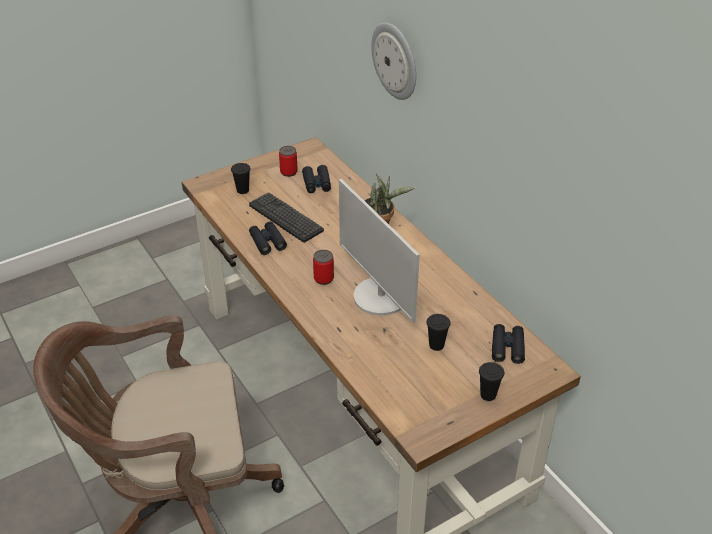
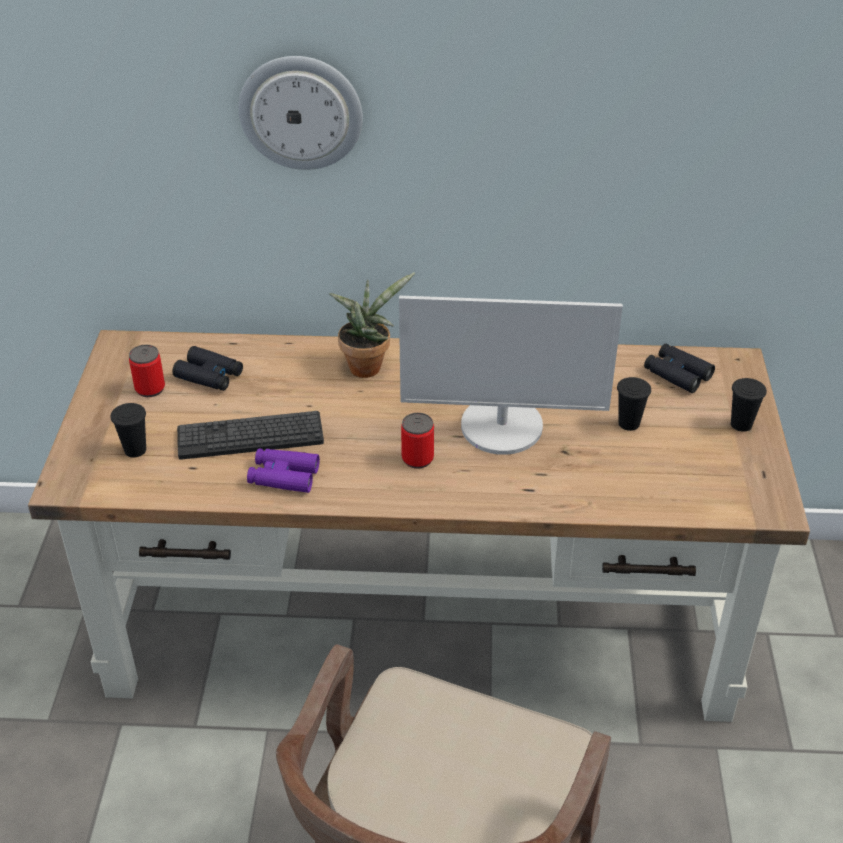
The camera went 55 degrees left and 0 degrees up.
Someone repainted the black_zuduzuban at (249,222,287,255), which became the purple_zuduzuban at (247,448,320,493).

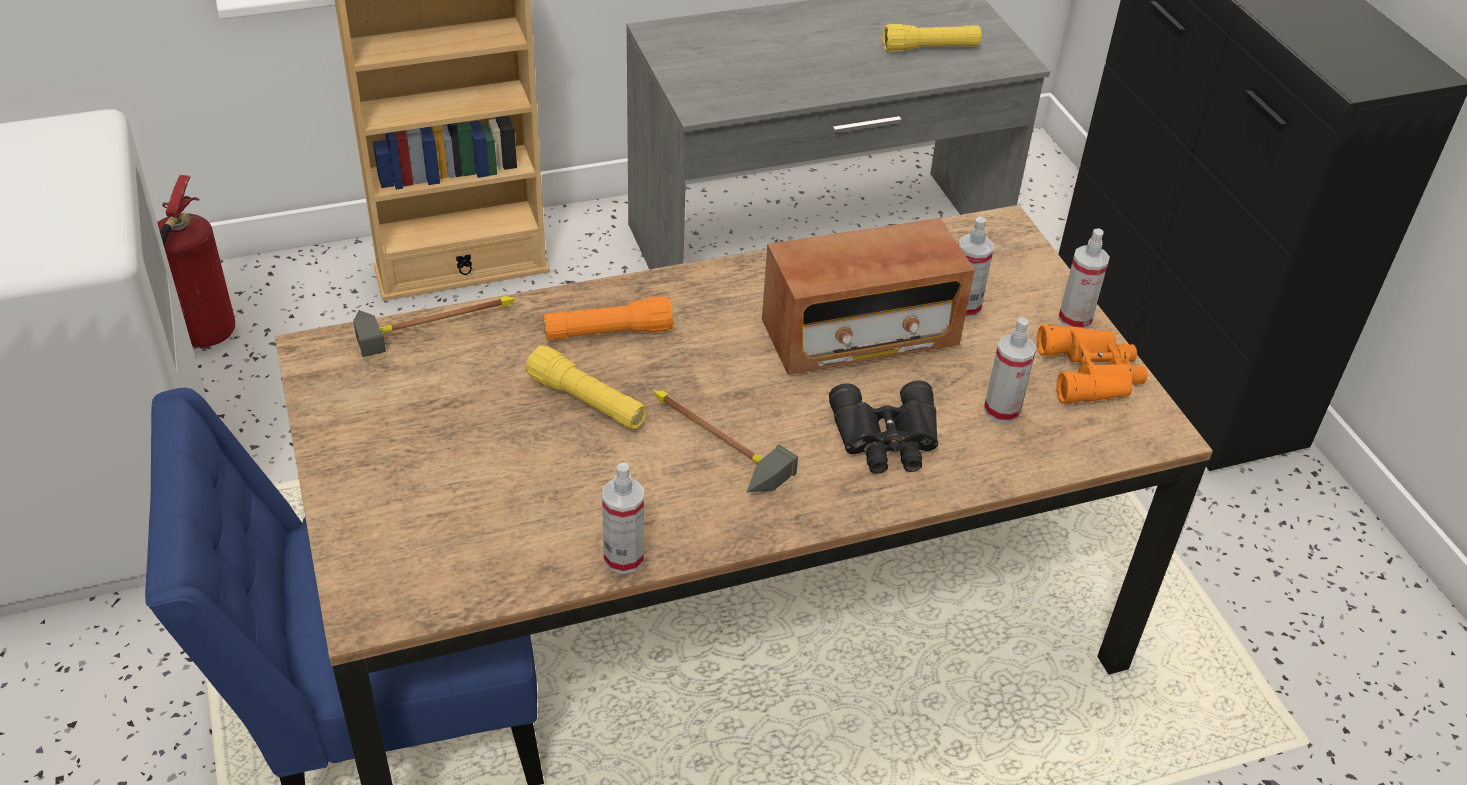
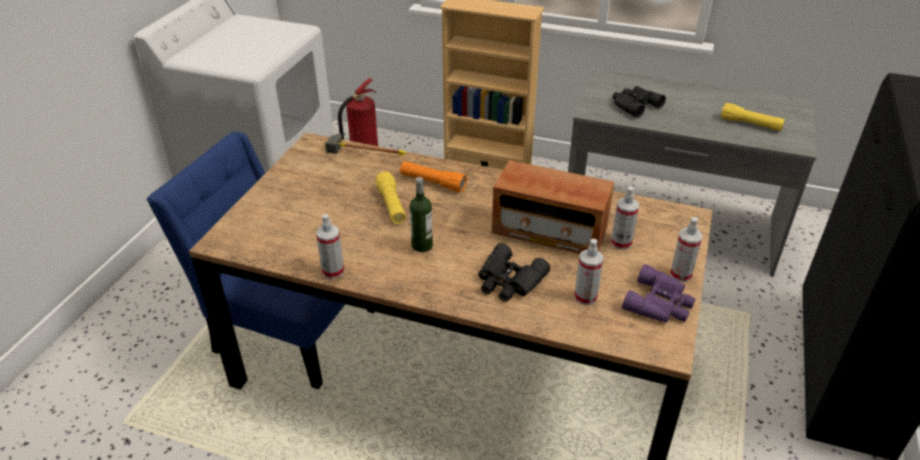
The camera went 40 degrees right and 5 degrees down.
Someone swapped the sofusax at (653,390,798,493) for the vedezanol at (410,177,433,252).
Someone put down the black_zuduzuban at (612,86,666,118).
Someone repainted the orange_zuduzuban at (1037,325,1148,403), which became the purple_zuduzuban at (622,264,696,323).

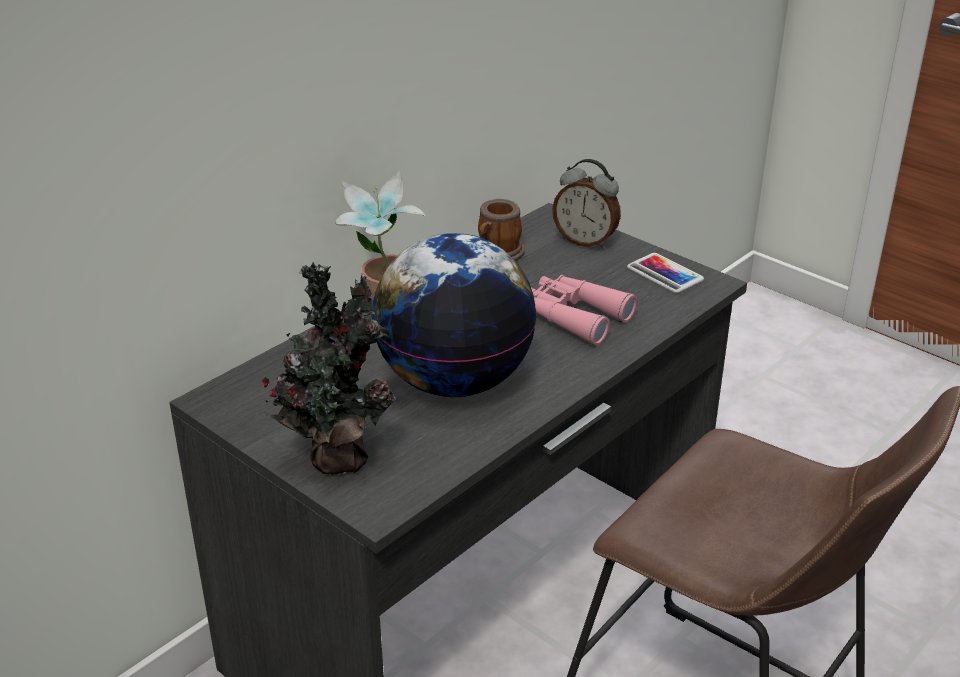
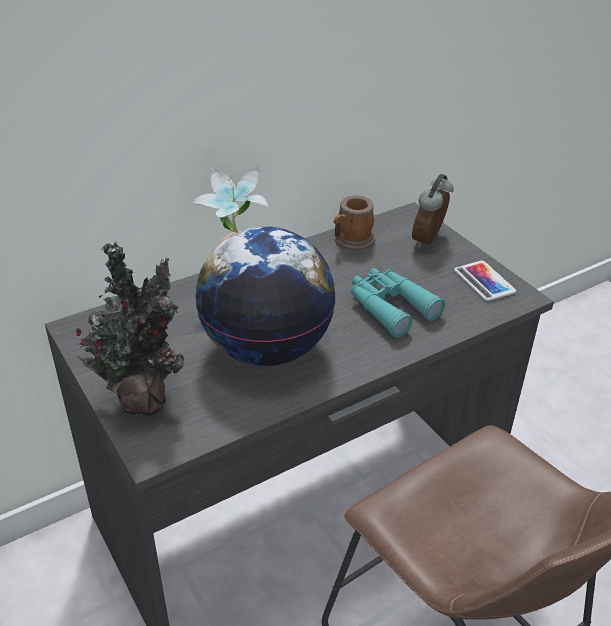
The camera went 15 degrees right and 5 degrees up.
Someone repainted the pink_zuduzuban at (531,275,638,346), which became the turquoise_zuduzuban at (351,268,445,338).
Someone rotated the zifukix at (552,159,621,249) by 75 degrees clockwise.

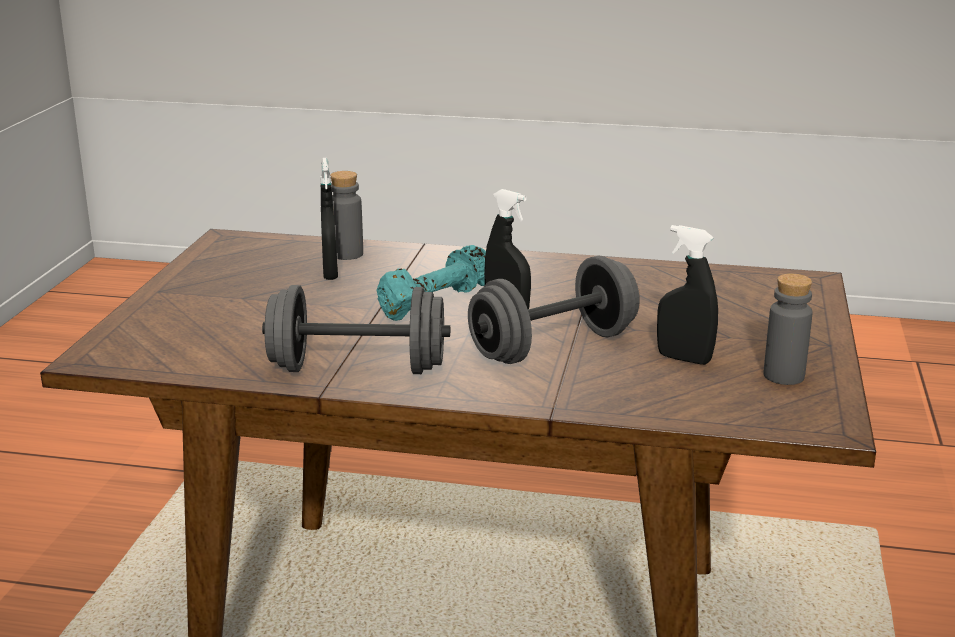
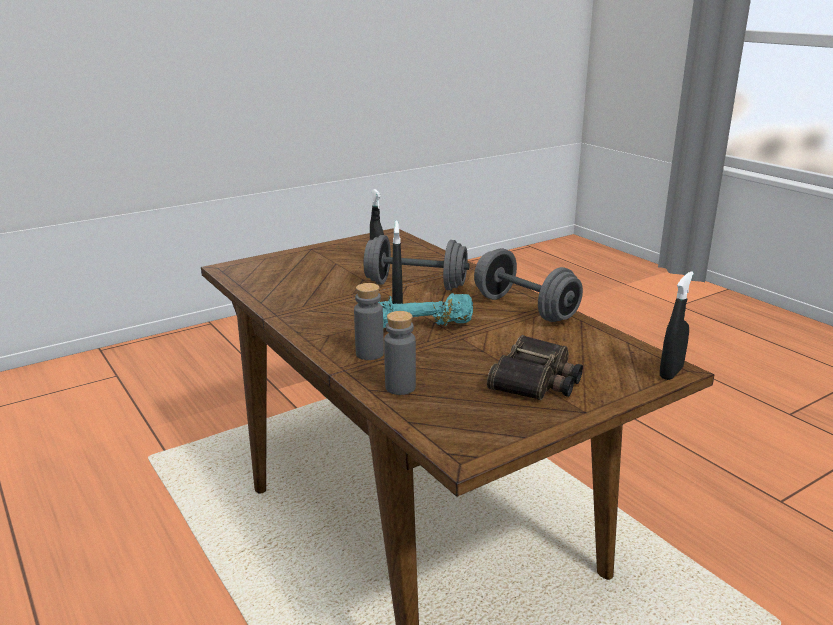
The camera went 135 degrees left and 0 degrees up.
Someone carried the grey_vedezanol from (764,273,813,385) to (354,283,384,360).
Someone put down the zuduzuban at (487,335,583,400).
Someone carried the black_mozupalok from (320,158,338,280) to (660,271,694,380).

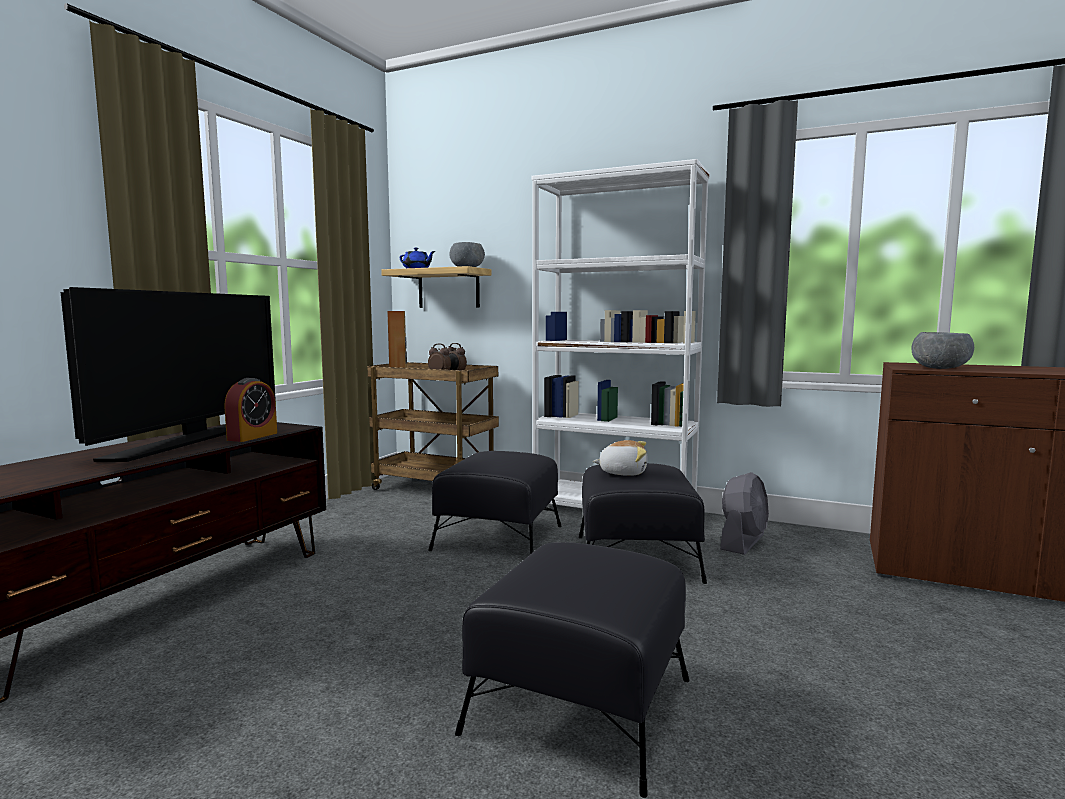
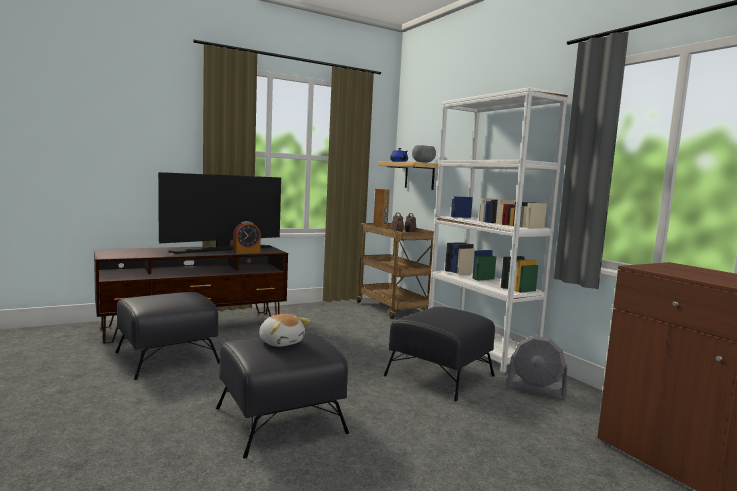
The camera went 35 degrees right and 0 degrees up.
Someone carried the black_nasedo from (428,451,562,554) to (115,292,220,380).
Someone carried the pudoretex from (593,440,648,476) to (259,314,310,347).
Someone rotated the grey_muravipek at (720,472,769,555) by 45 degrees clockwise.
Someone took away the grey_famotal at (911,332,974,369).

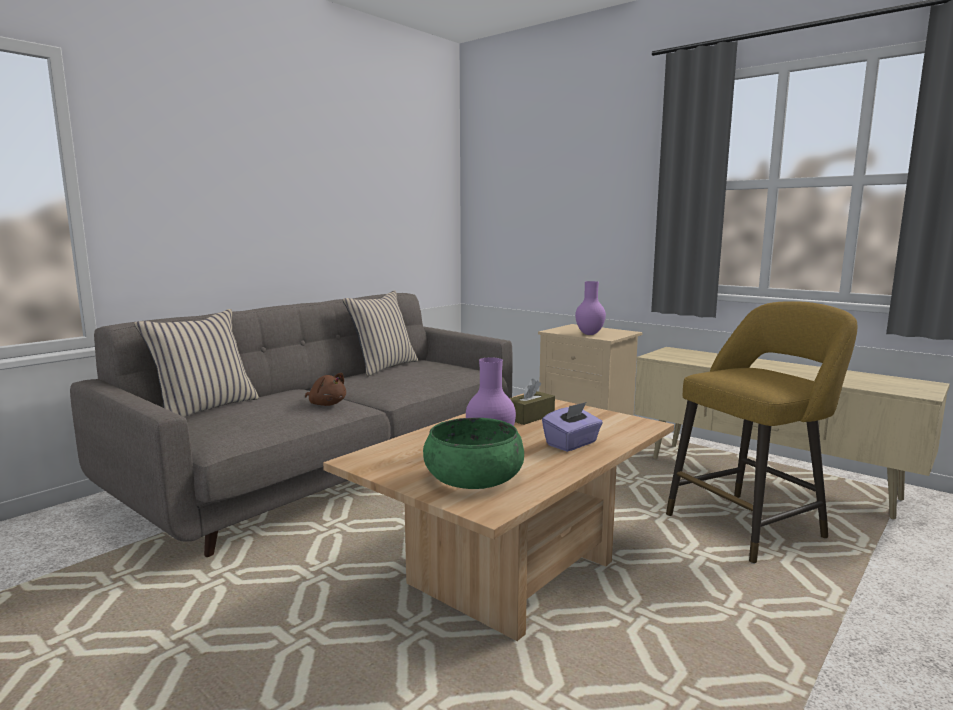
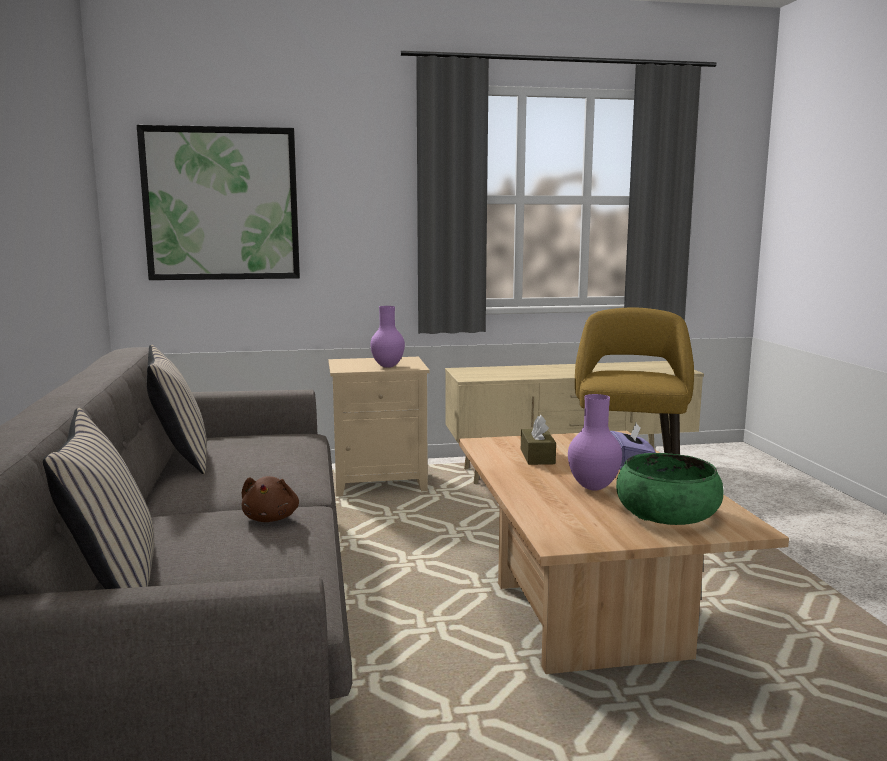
The camera went 50 degrees left and 0 degrees up.
Someone put up the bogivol at (137,125,300,280).
Someone rotated the brown_pudoretex at (305,373,346,406) by 105 degrees clockwise.

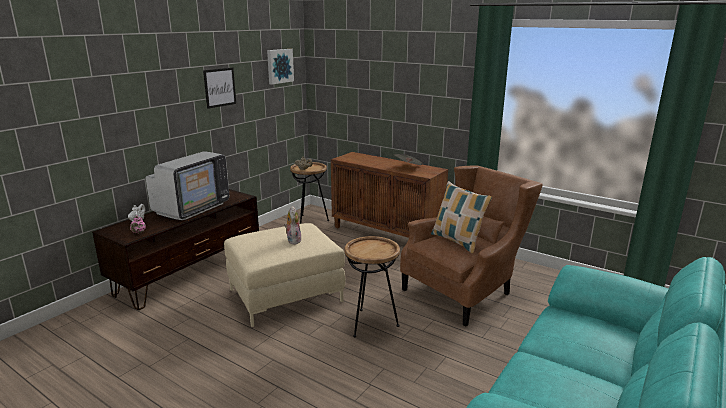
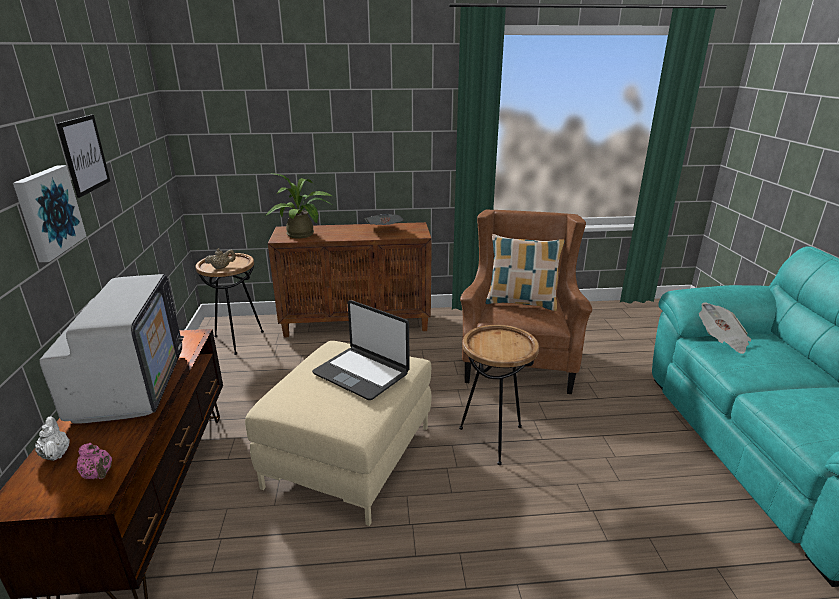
The camera went 40 degrees left and 5 degrees up.
Someone carried the bogivol from (267,49,294,84) to (13,165,86,262).
Someone put down the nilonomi at (265,173,334,238).
Someone swapped the pudoretex at (284,206,301,244) for the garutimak at (312,300,410,400).
Someone put down the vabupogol at (699,302,752,354).

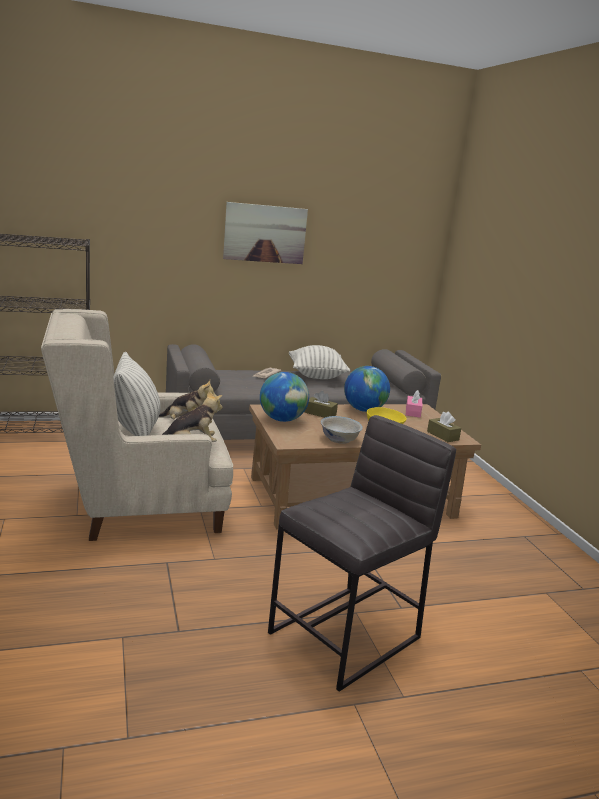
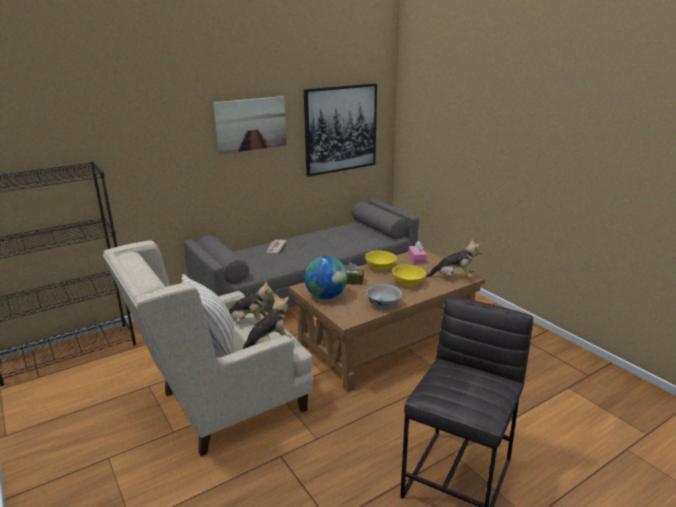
The camera went 15 degrees left and 5 degrees up.
Someone put up the bogivol at (304,83,377,177).
Someone swapped the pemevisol at (344,366,390,412) for the yellow_famotal at (365,251,397,271).
Someone swapped the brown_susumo at (427,412,461,442) for the pudoretex at (426,239,482,278).
Someone took away the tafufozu at (289,345,350,379).

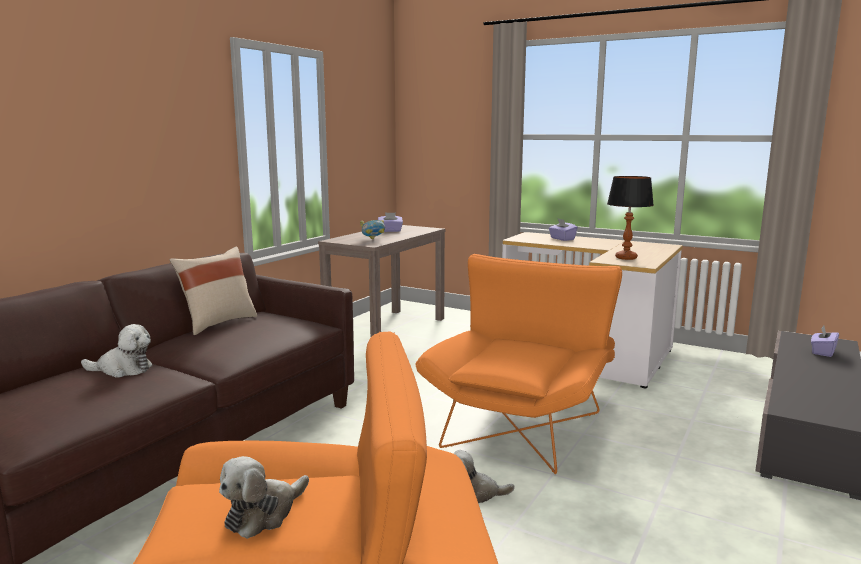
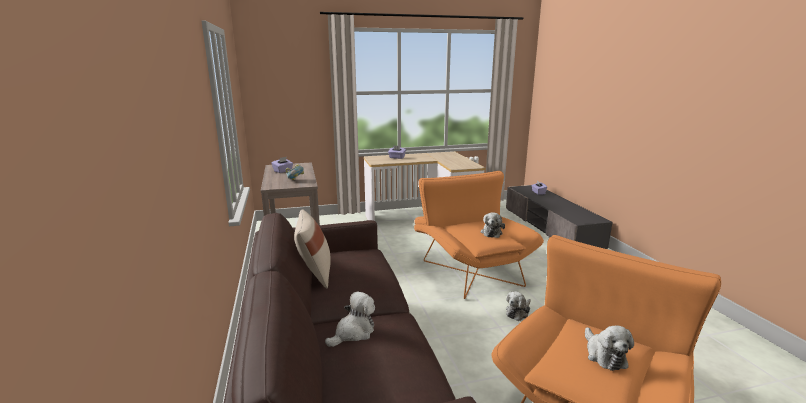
The camera went 45 degrees left and 5 degrees up.
Someone put down the pudoretex at (480,212,505,238).
Someone took away the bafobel at (607,176,654,260).

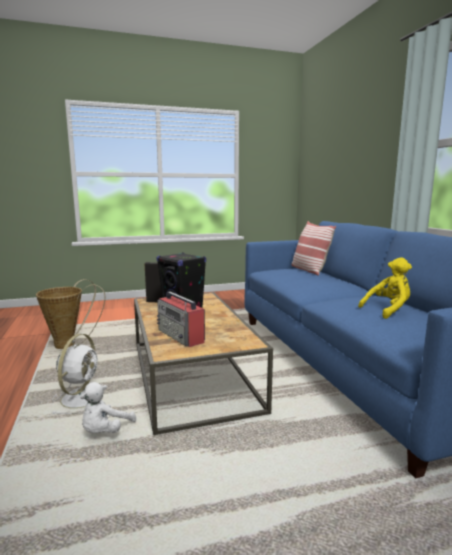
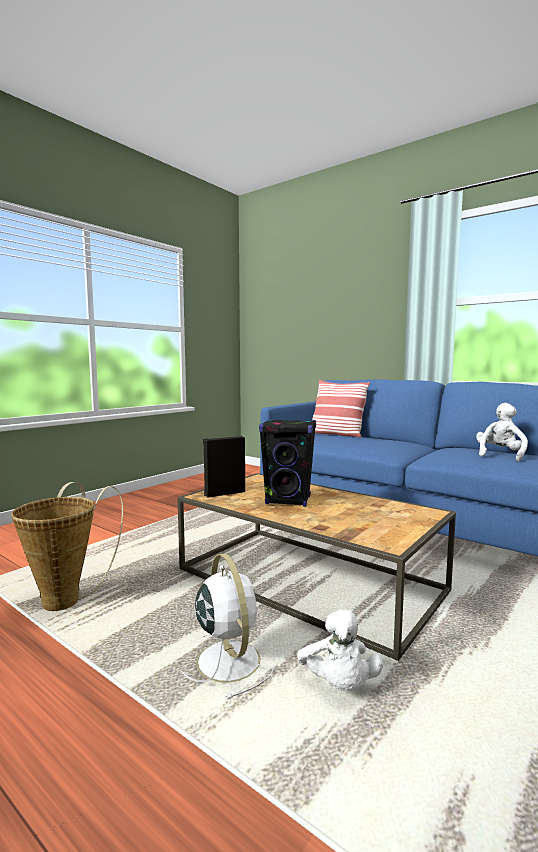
The camera went 35 degrees left and 5 degrees down.
Someone repainted the yellow_pudoretex at (358,257,412,319), which became the white_pudoretex at (476,403,528,462).
Someone took away the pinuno at (157,292,205,347).

